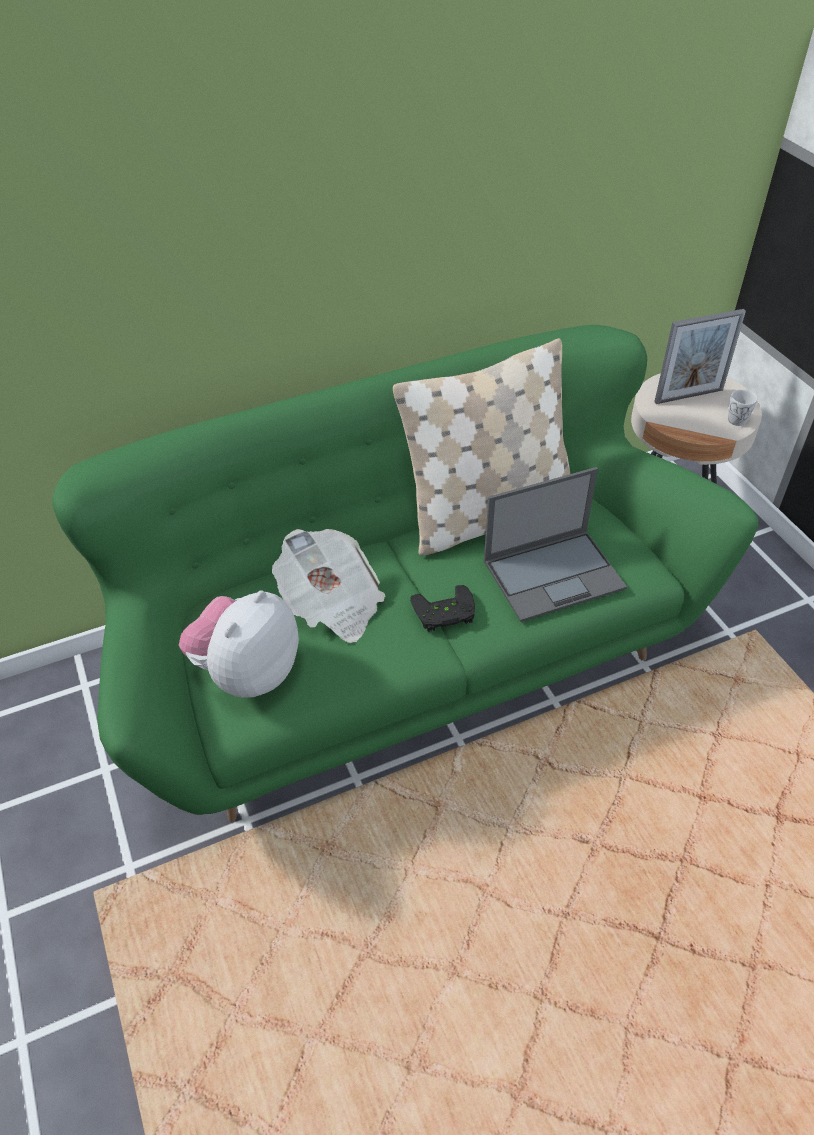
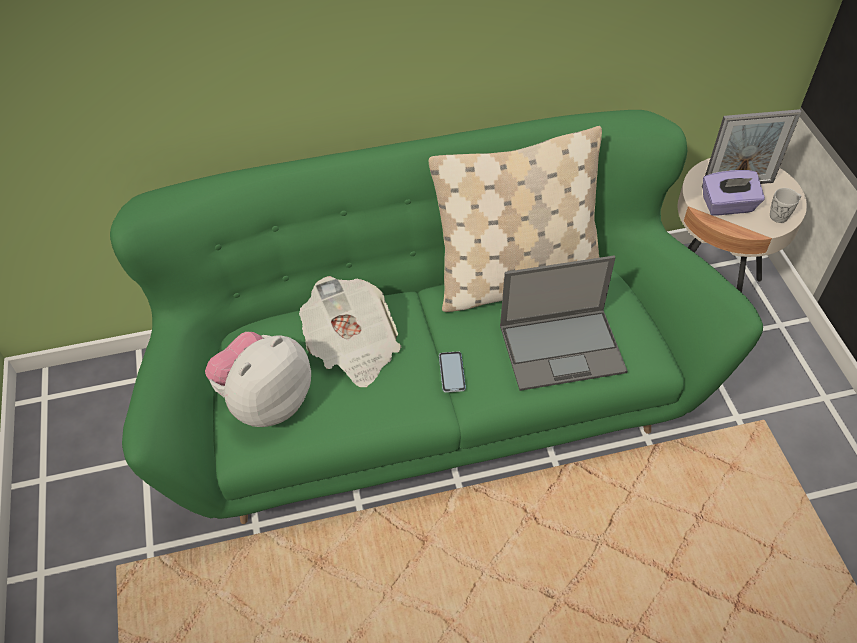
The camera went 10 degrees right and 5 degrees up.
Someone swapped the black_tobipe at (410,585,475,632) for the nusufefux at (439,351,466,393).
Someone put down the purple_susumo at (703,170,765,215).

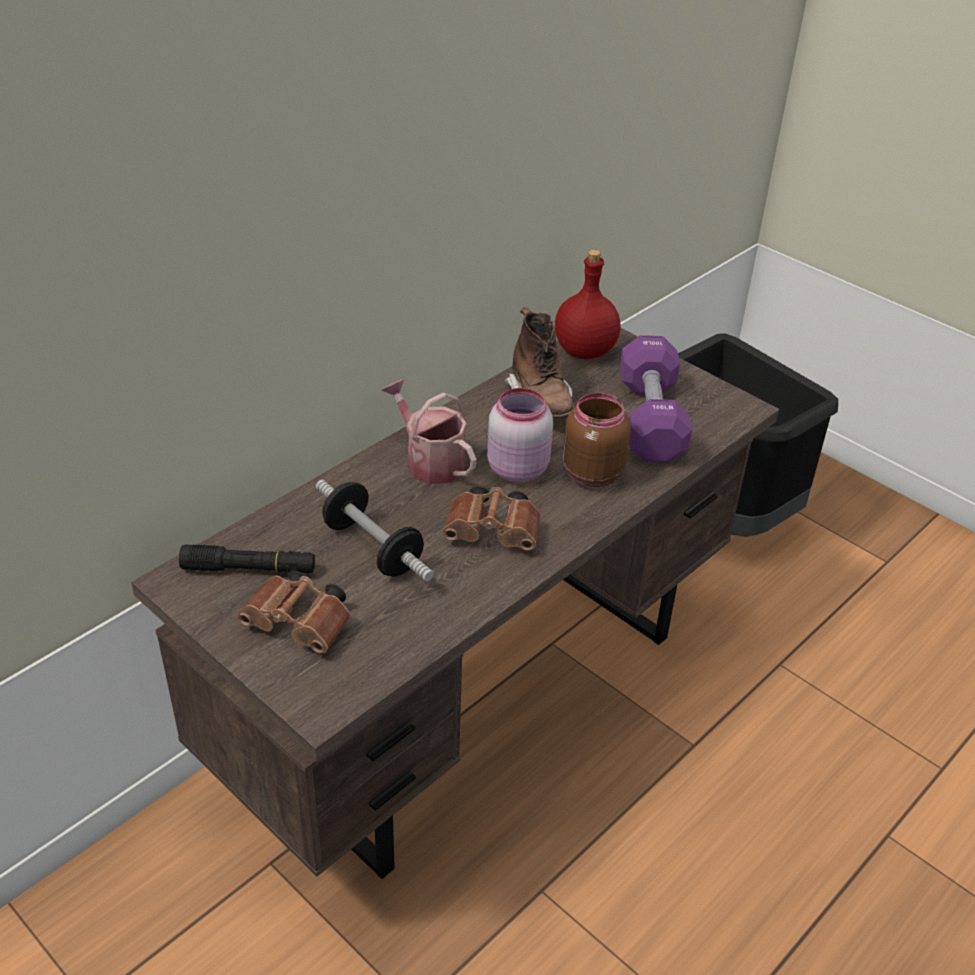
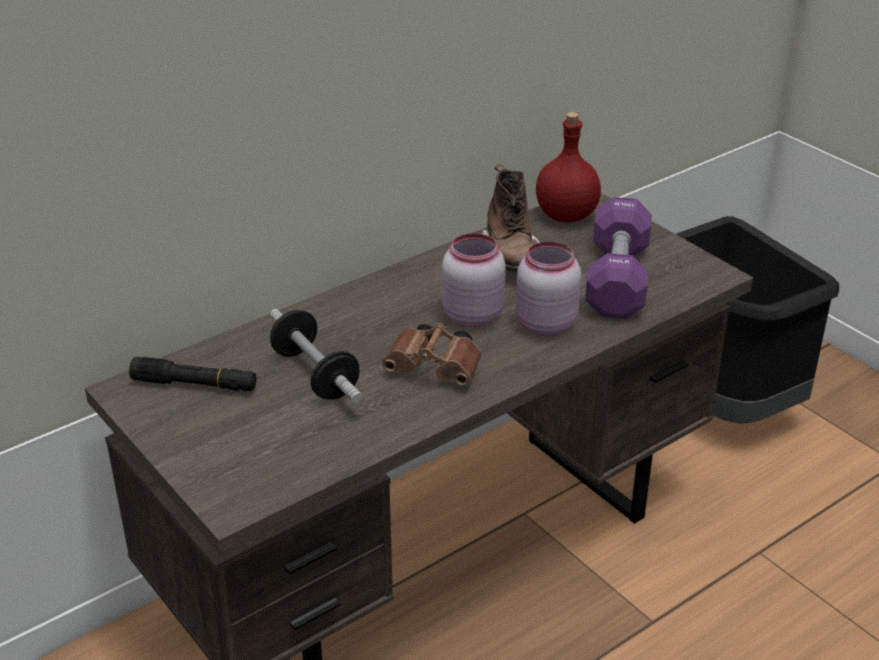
The camera went 10 degrees right and 5 degrees down.
Someone repainted the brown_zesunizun at (563,393,631,488), which became the pink_zesunizun at (516,241,581,336).
Someone took away the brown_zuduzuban at (237,571,351,653).
Someone took away the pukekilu at (381,379,477,484).

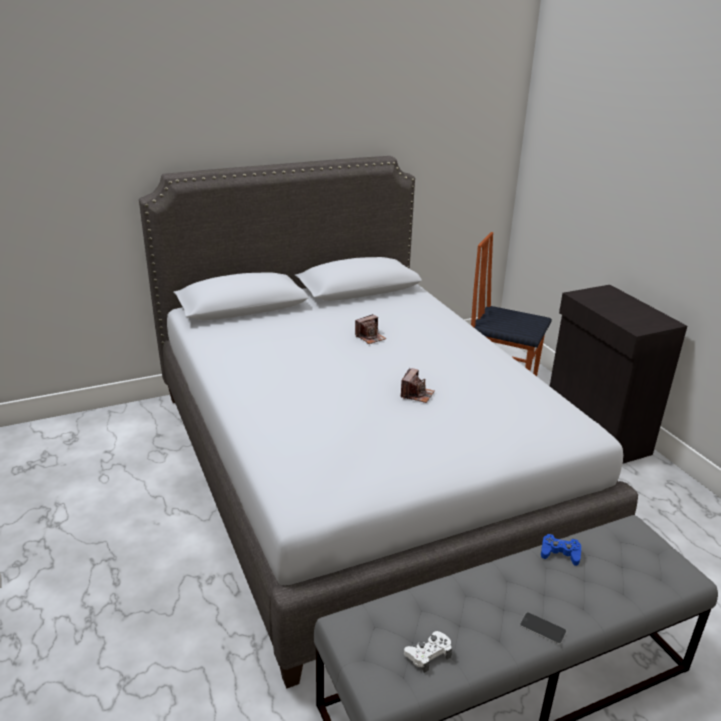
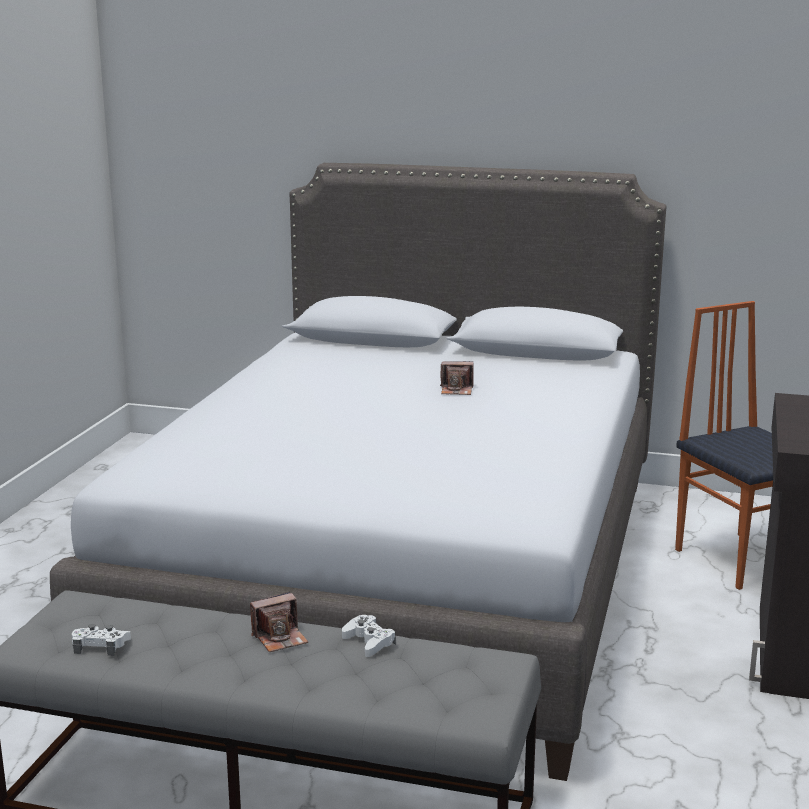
The camera went 40 degrees right and 10 degrees down.
Someone carried the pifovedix from (401,368,435,403) to (250,592,308,652).
Someone repainted the blue_tobipe at (541,534,581,566), which became the white_tobipe at (342,615,396,657).
Someone took away the nusufefux at (520,612,567,644).

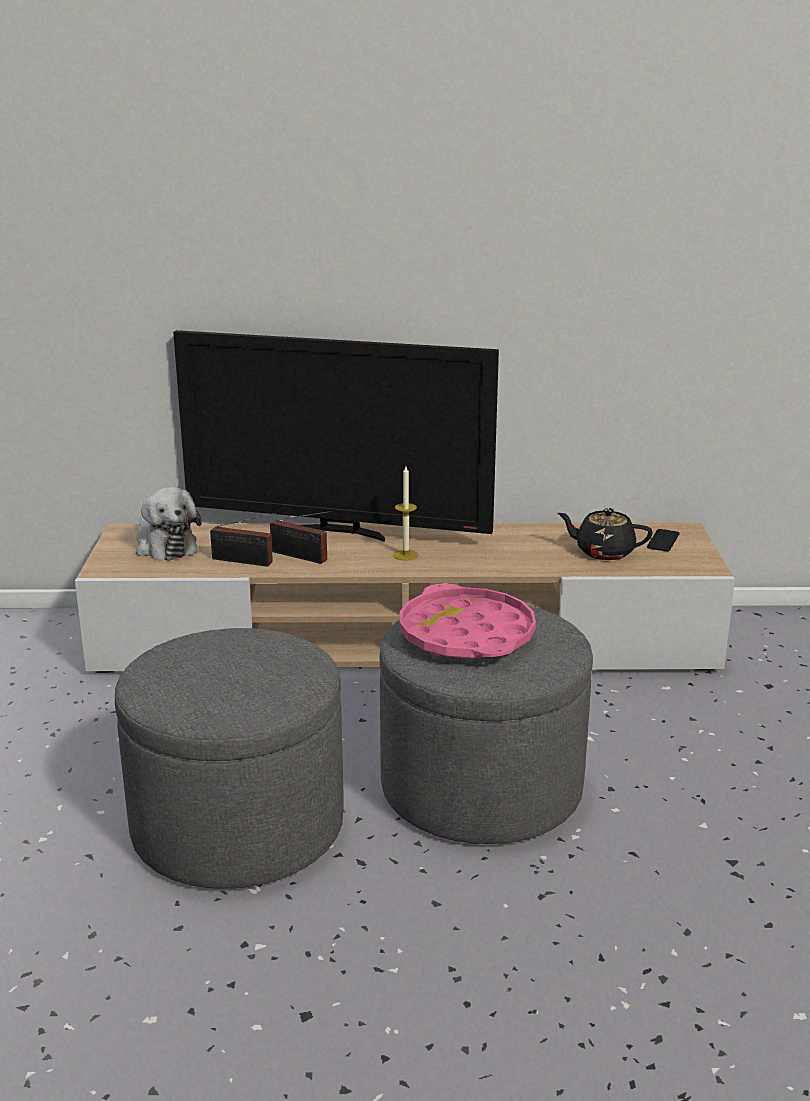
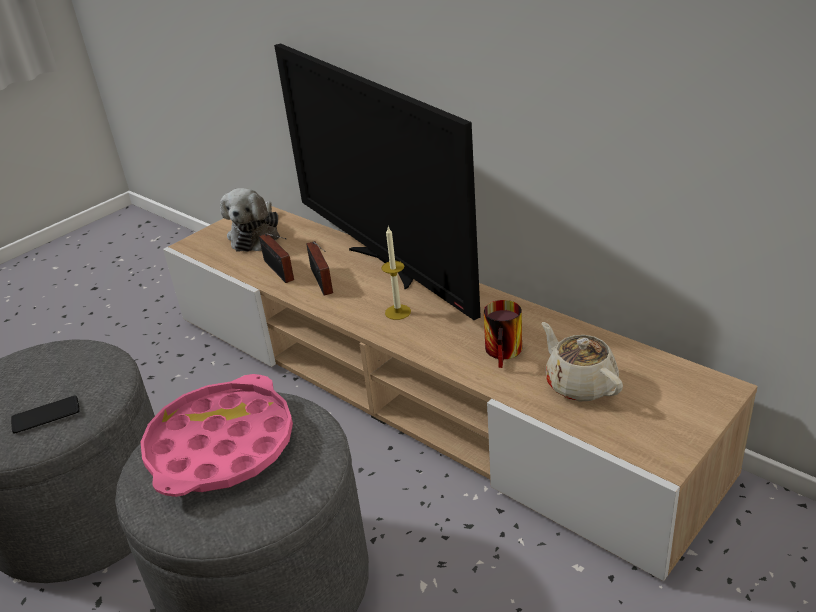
The camera went 45 degrees right and 10 degrees up.
Someone carried the nusufefux from (647,529,679,552) to (11,395,80,434).
Someone put down the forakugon at (484,300,522,368).
Someone repainted the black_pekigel at (557,508,653,560), which became the beige_pekigel at (542,322,623,401).

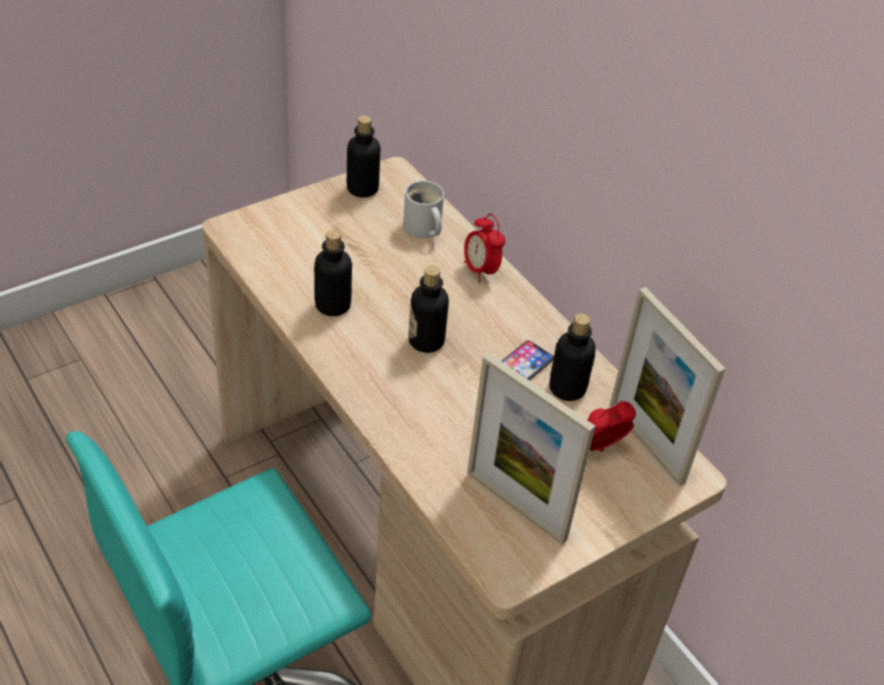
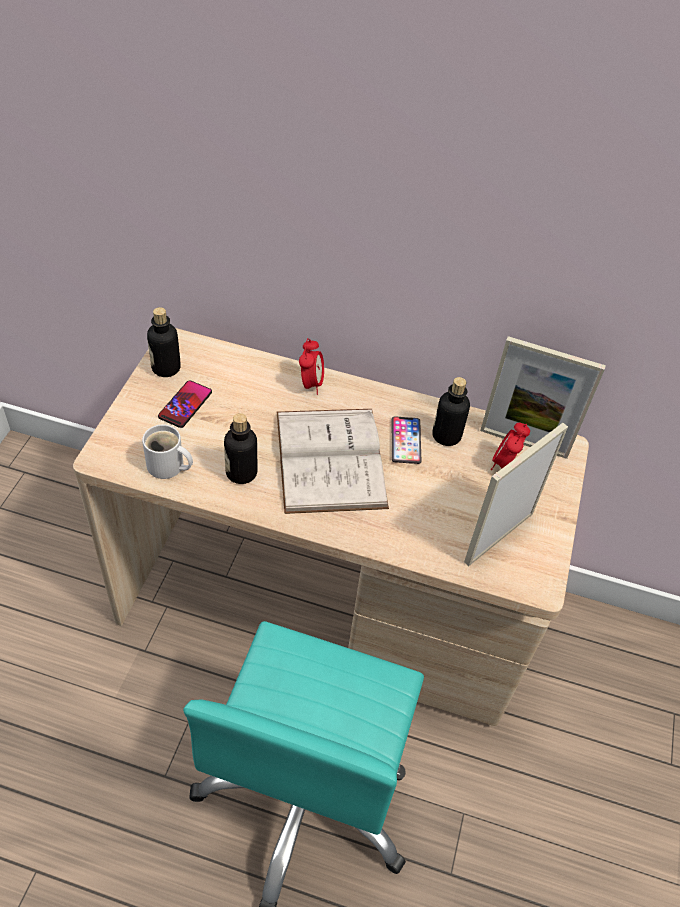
The camera went 40 degrees left and 5 degrees up.
Someone carried the white_forakugon from (403,181,444,238) to (142,424,193,479).
Someone put down the nusufefux at (158,380,212,428).
Someone swapped the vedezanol at (408,266,449,353) for the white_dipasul at (277,409,389,514).
Someone rotated the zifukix at (464,214,505,283) by 105 degrees counterclockwise.
Someone rotated the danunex at (467,353,595,545) by 135 degrees clockwise.

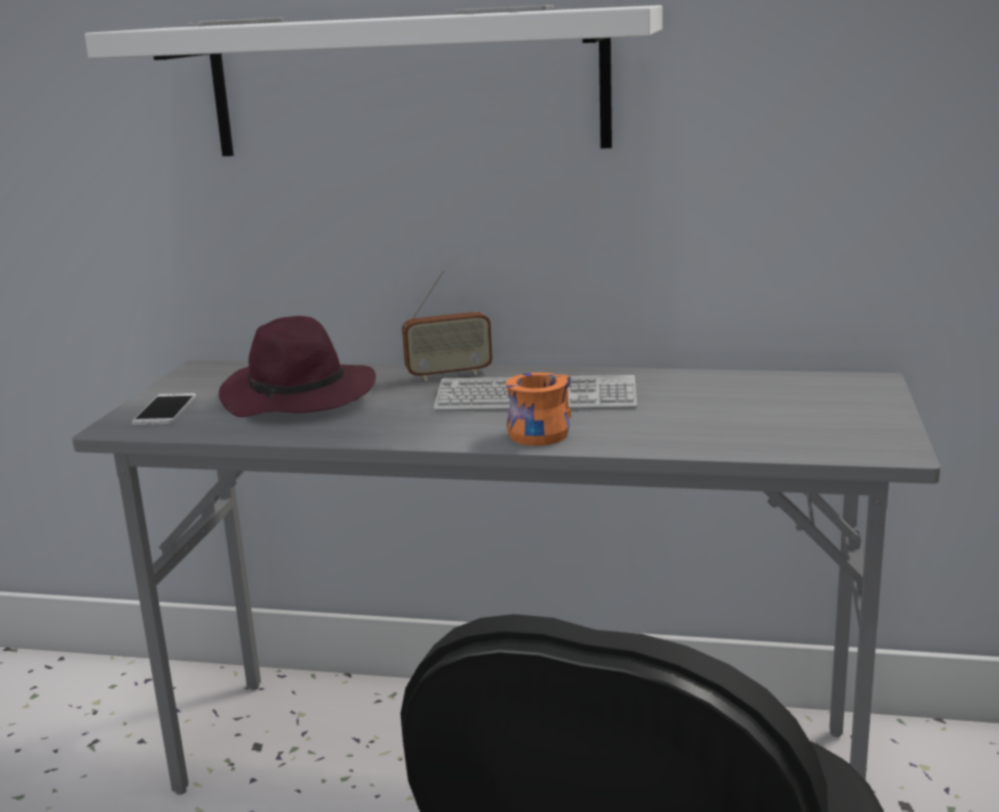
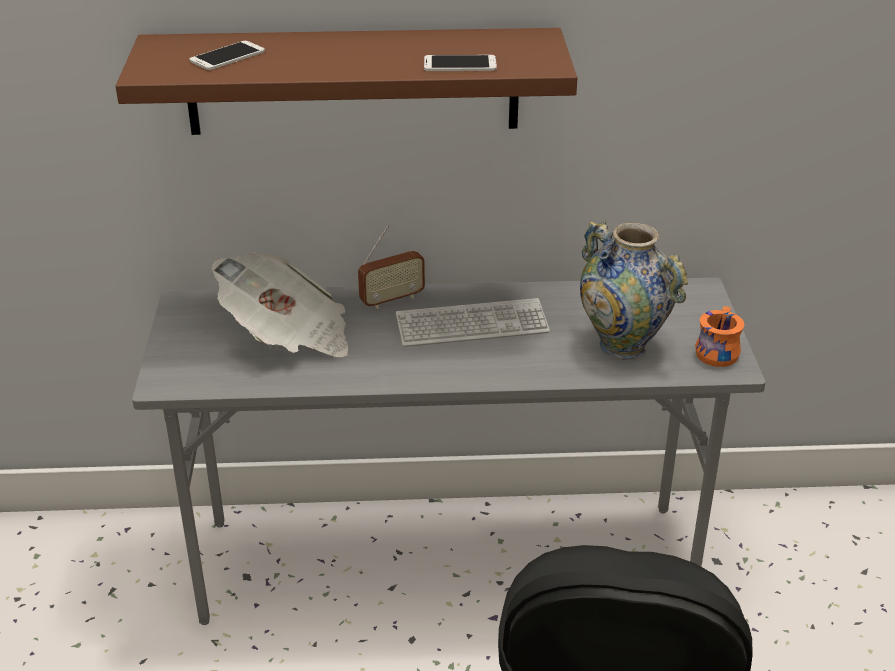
The camera went 15 degrees left and 15 degrees up.
Someone repainted the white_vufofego at (85,5,662,156), which became the brown_vufofego at (116,28,577,135).
Someone swapped the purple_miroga at (219,316,376,417) for the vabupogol at (212,253,348,357).
Someone put down the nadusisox at (580,221,688,360).
Someone carried the orange_forakugon from (506,372,571,446) to (695,306,744,367).
Someone took away the nusufefux at (132,393,196,426).

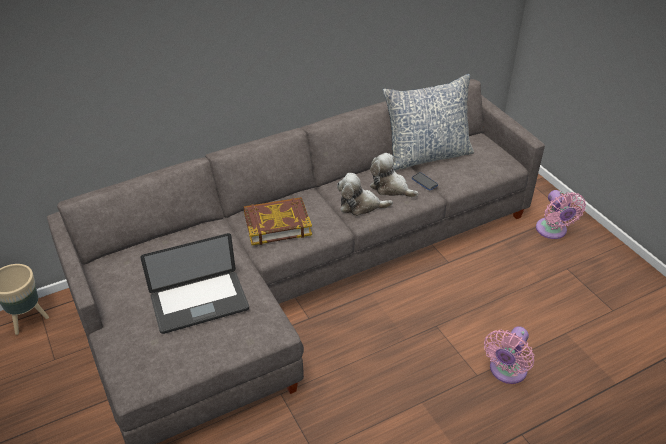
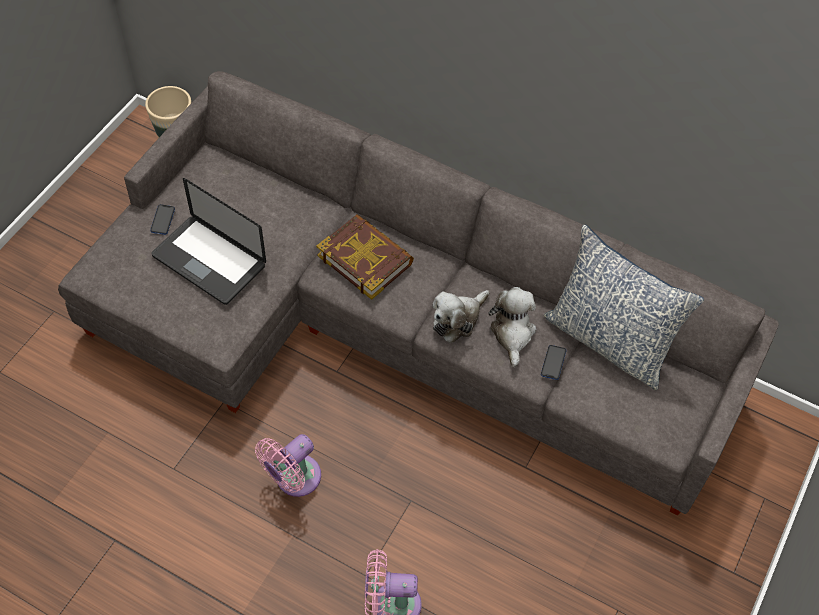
The camera went 55 degrees right and 15 degrees up.
Someone put down the nusufefux at (150,204,175,235).
Someone carried the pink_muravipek from (536,190,586,239) to (255,434,321,497).
Someone rotated the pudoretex at (337,173,393,216) by 105 degrees counterclockwise.

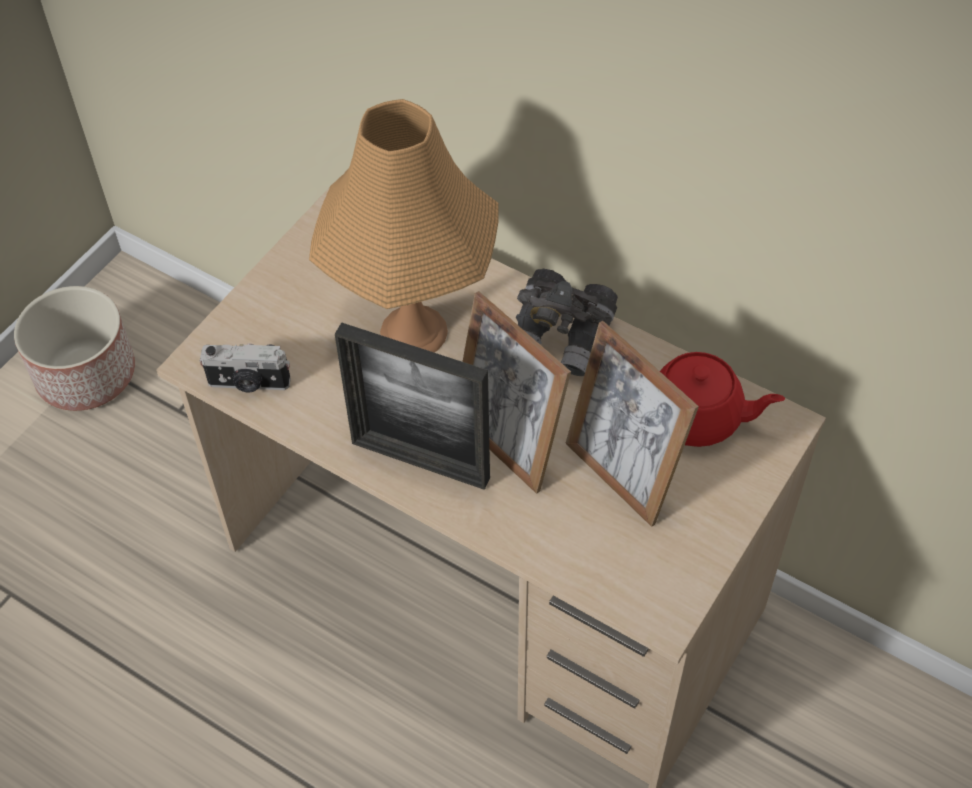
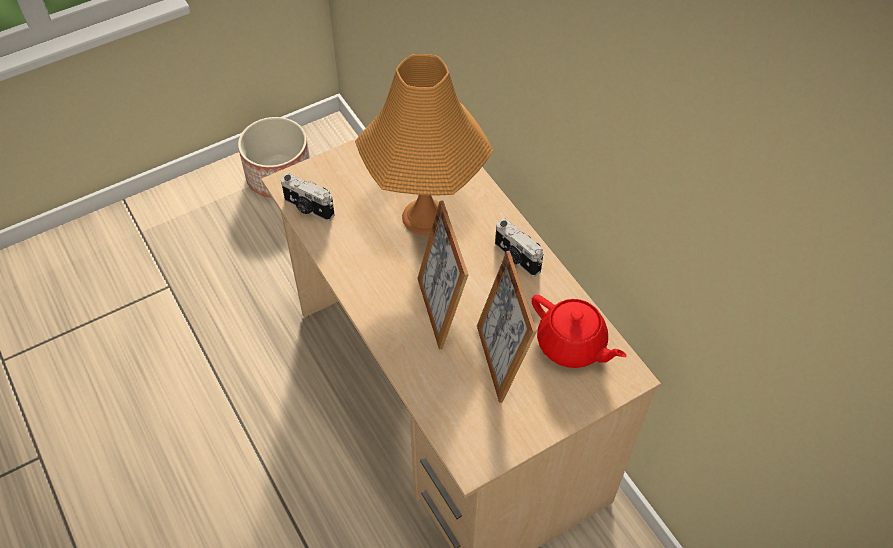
The camera went 25 degrees right and 0 degrees up.
Someone swapped the grey_zuduzuban at (516,268,618,376) for the pifovedix at (495,218,543,277).
Someone took away the danunex at (335,322,490,490).

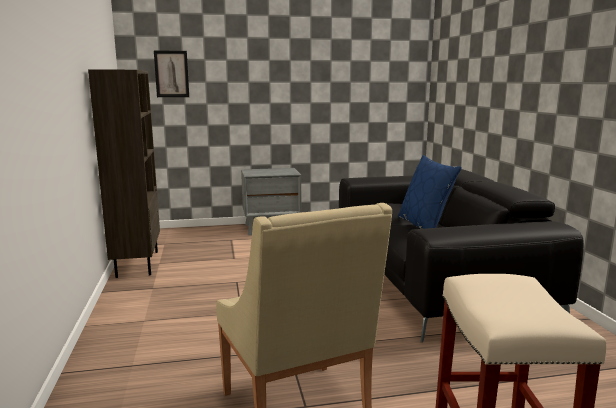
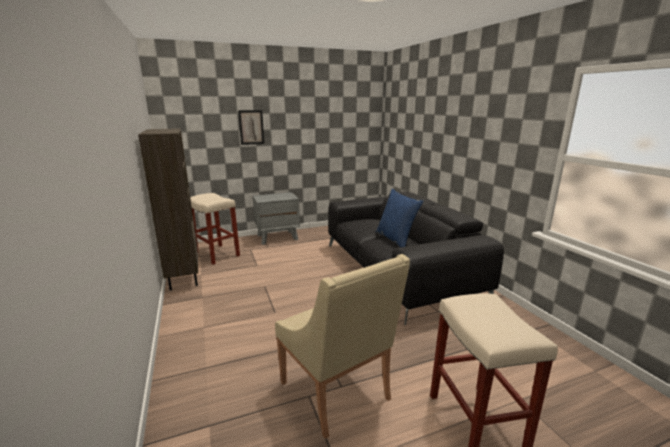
The camera went 10 degrees left and 5 degrees up.
Someone put down the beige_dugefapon at (190,193,240,265).
Someone carried the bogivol from (154,50,189,97) to (238,110,264,145).

